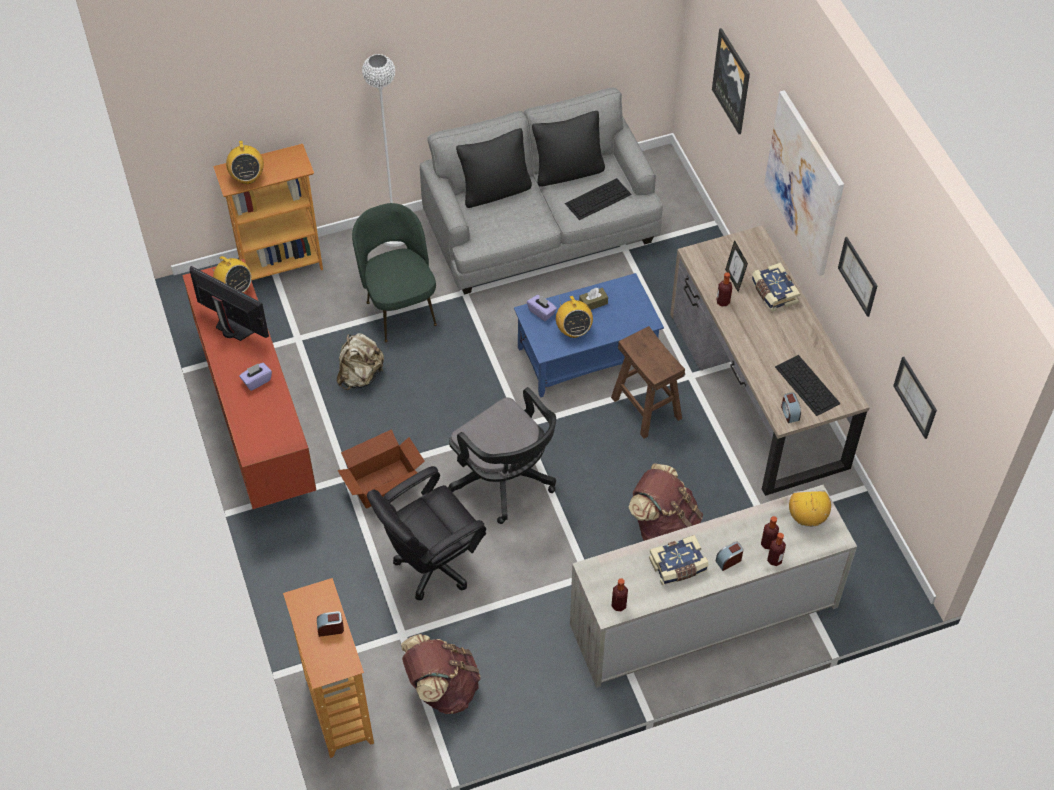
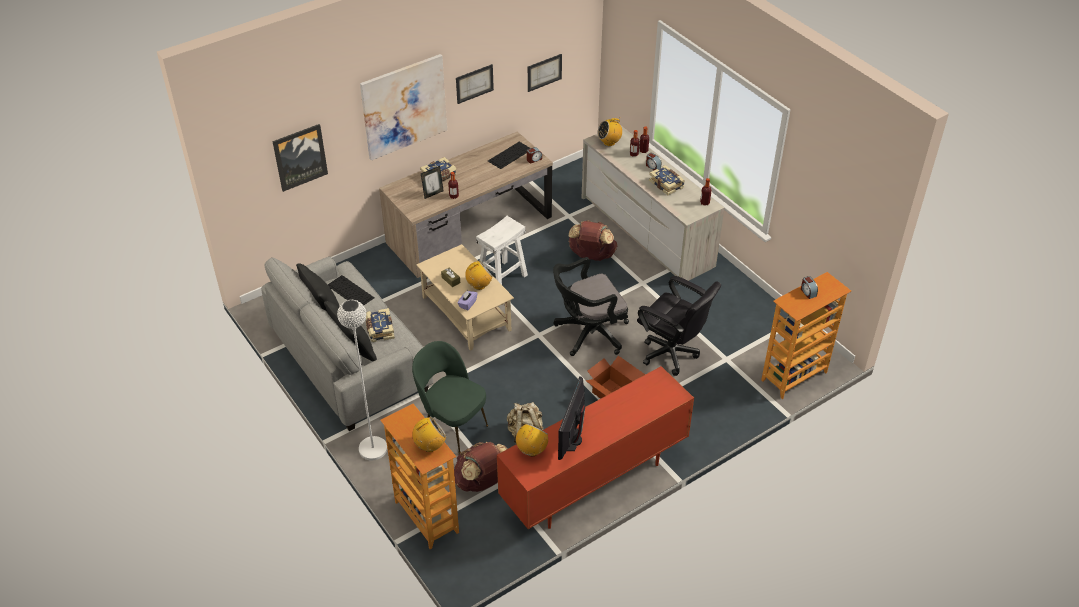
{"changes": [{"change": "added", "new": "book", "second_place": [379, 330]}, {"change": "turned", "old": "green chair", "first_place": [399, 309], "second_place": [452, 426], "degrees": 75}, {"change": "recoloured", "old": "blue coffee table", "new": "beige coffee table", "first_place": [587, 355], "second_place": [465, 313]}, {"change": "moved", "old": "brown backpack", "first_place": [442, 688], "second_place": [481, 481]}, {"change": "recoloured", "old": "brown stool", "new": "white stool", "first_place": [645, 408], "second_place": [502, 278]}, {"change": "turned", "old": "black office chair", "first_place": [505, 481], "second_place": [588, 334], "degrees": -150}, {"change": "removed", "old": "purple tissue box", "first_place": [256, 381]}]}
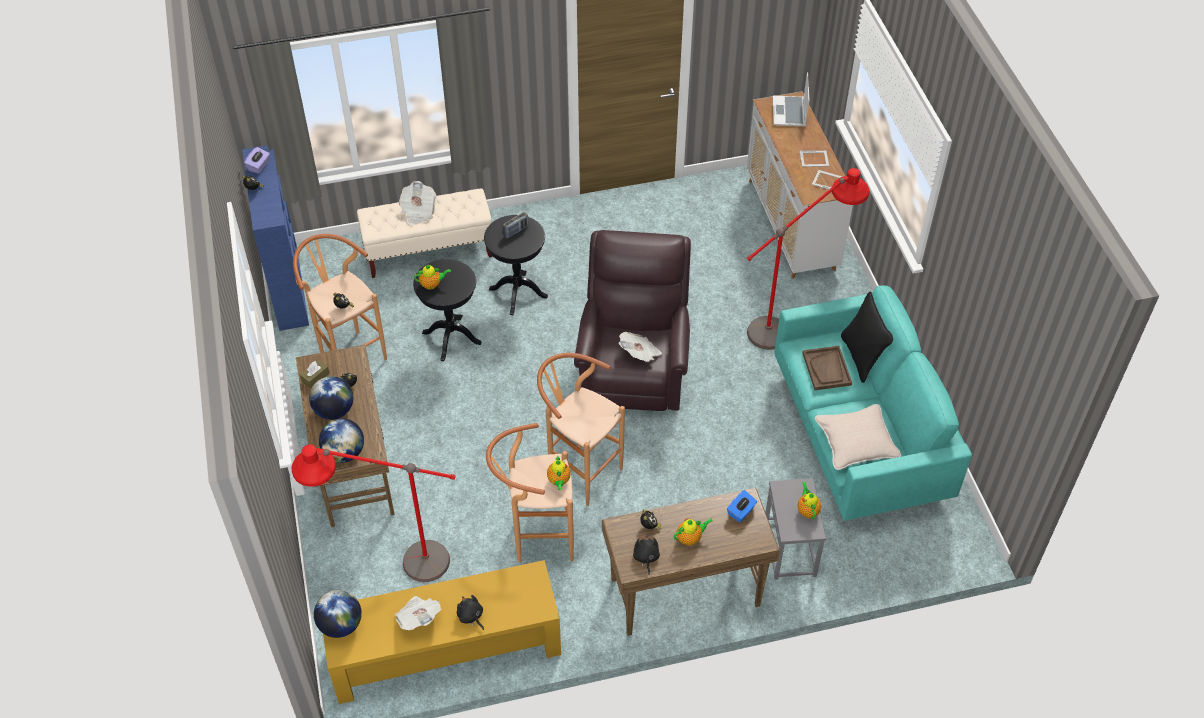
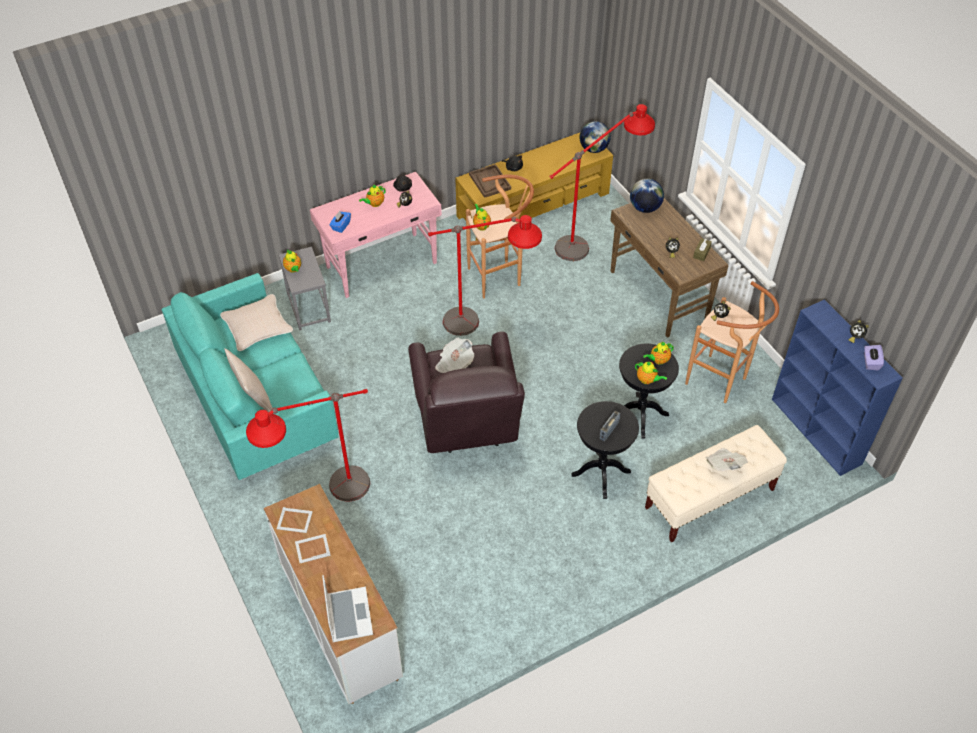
{"changes": [{"change": "recoloured", "old": "black pillow", "new": "beige pillow", "first_place": [861, 357], "second_place": [254, 400]}, {"change": "recoloured", "old": "brown console table", "new": "pink console table", "first_place": [684, 593], "second_place": [382, 265]}, {"change": "replaced", "old": "brown stool", "new": "red floor lamp", "first_place": [579, 470], "second_place": [485, 329]}, {"change": "moved", "old": "brown tray", "first_place": [826, 369], "second_place": [489, 182]}, {"change": "added", "new": "teapot", "second_place": [647, 380]}, {"change": "removed", "old": "globe", "first_place": [334, 411]}, {"change": "removed", "old": "newspaper", "first_place": [419, 618]}]}
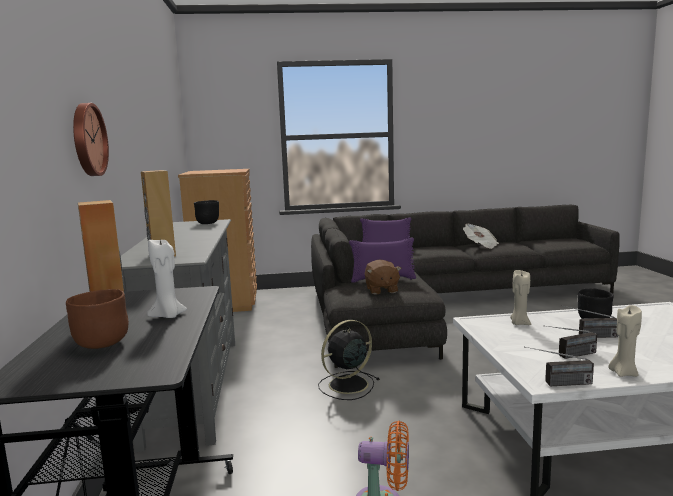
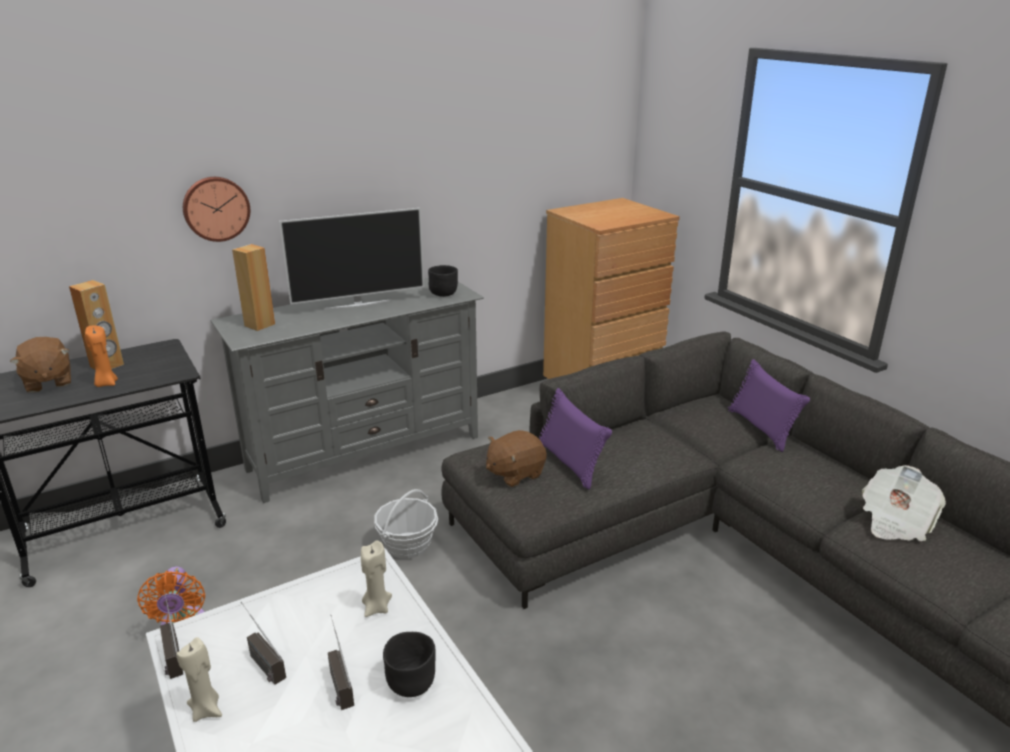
{"changes": [{"change": "replaced", "old": "brown bowl", "new": "brown plush toy", "first_place": [101, 343], "second_place": [48, 382]}, {"change": "recoloured", "old": "white candle", "new": "orange candle", "first_place": [168, 316], "second_place": [106, 383]}, {"change": "added", "new": "television", "second_place": [358, 304]}, {"change": "replaced", "old": "black fan", "new": "basket", "first_place": [347, 385], "second_place": [407, 545]}]}
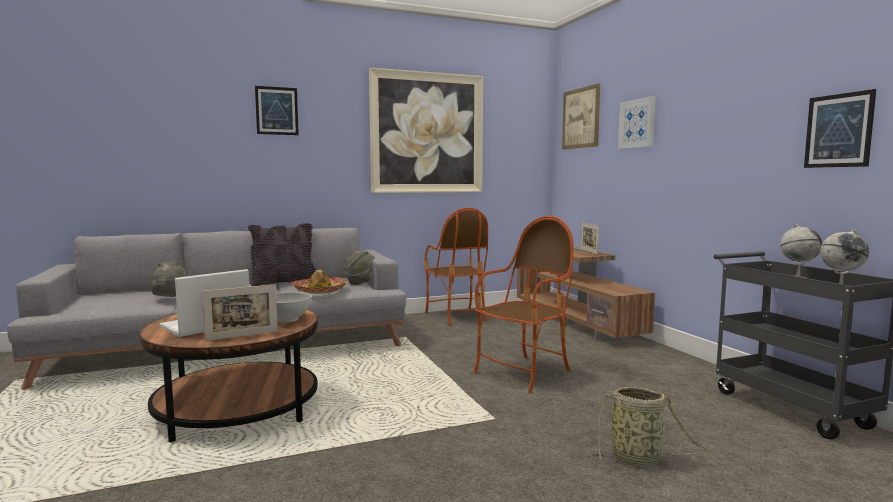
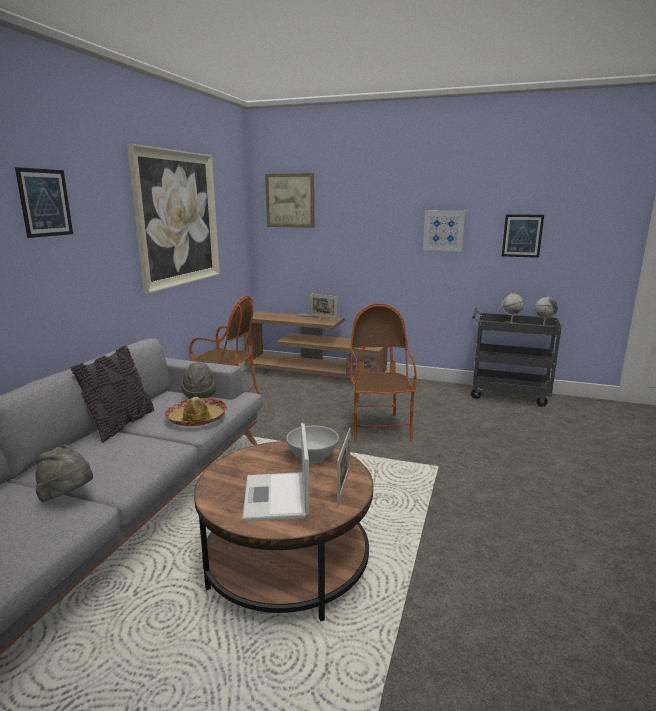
{"changes": [{"change": "moved", "old": "picture", "first_place": [637, 123], "second_place": [443, 230]}, {"change": "removed", "old": "basket", "first_place": [639, 459]}]}
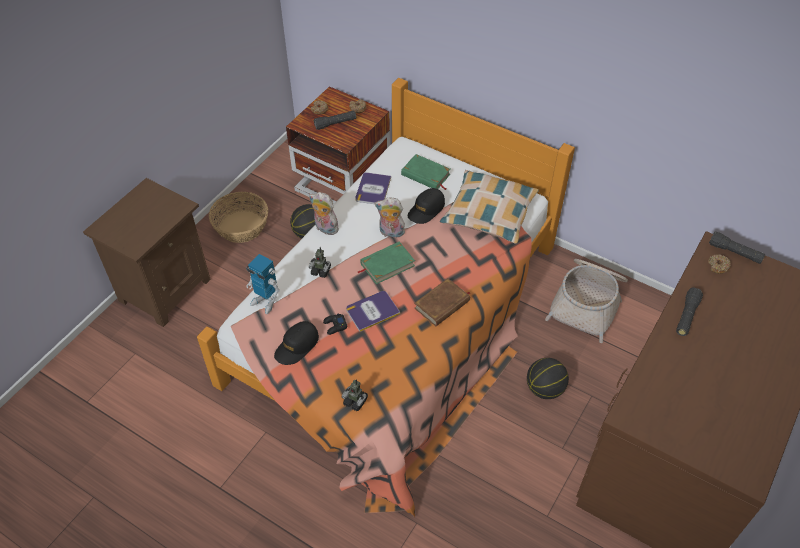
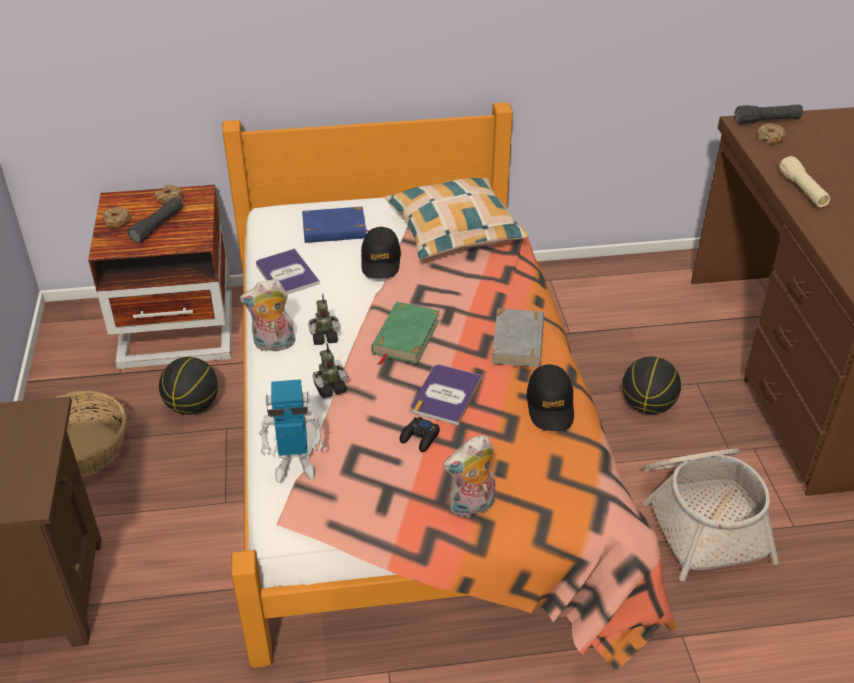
{"changes": [{"change": "recoloured", "old": "green book", "new": "blue book", "first_place": [425, 175], "second_place": [334, 229]}, {"change": "moved", "old": "toy robot", "first_place": [355, 401], "second_place": [324, 337]}, {"change": "moved", "old": "plush toy", "first_place": [390, 233], "second_place": [471, 507]}, {"change": "recoloured", "old": "brown book", "new": "grey book", "first_place": [442, 304], "second_place": [518, 341]}, {"change": "moved", "old": "black cap", "first_place": [297, 346], "second_place": [550, 405]}, {"change": "moved", "old": "basket", "first_place": [587, 303], "second_place": [701, 518]}, {"change": "recoloured", "old": "black flashlight", "new": "beige flashlight", "first_place": [686, 316], "second_place": [802, 190]}]}
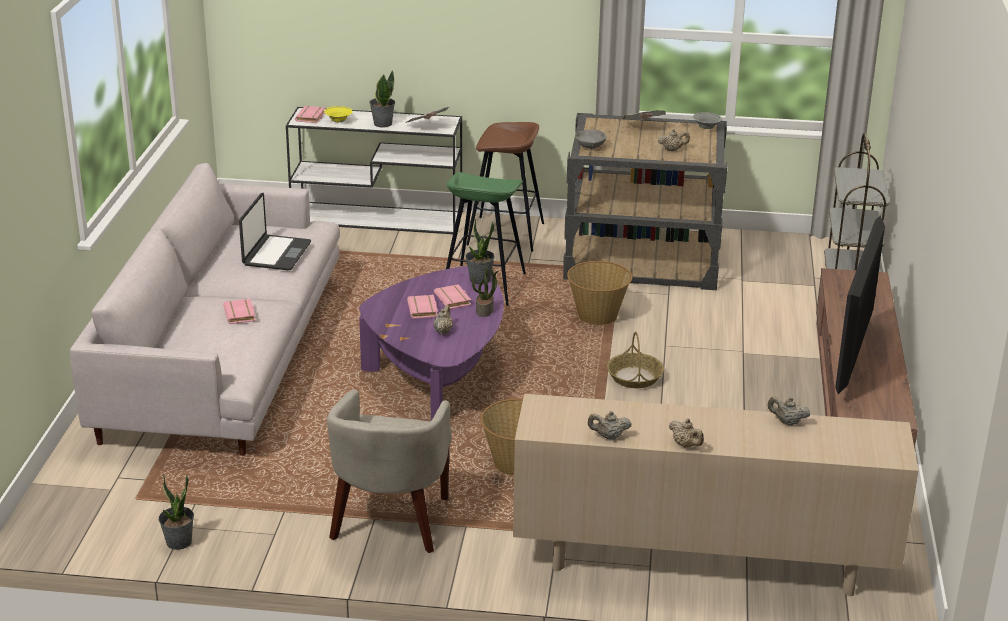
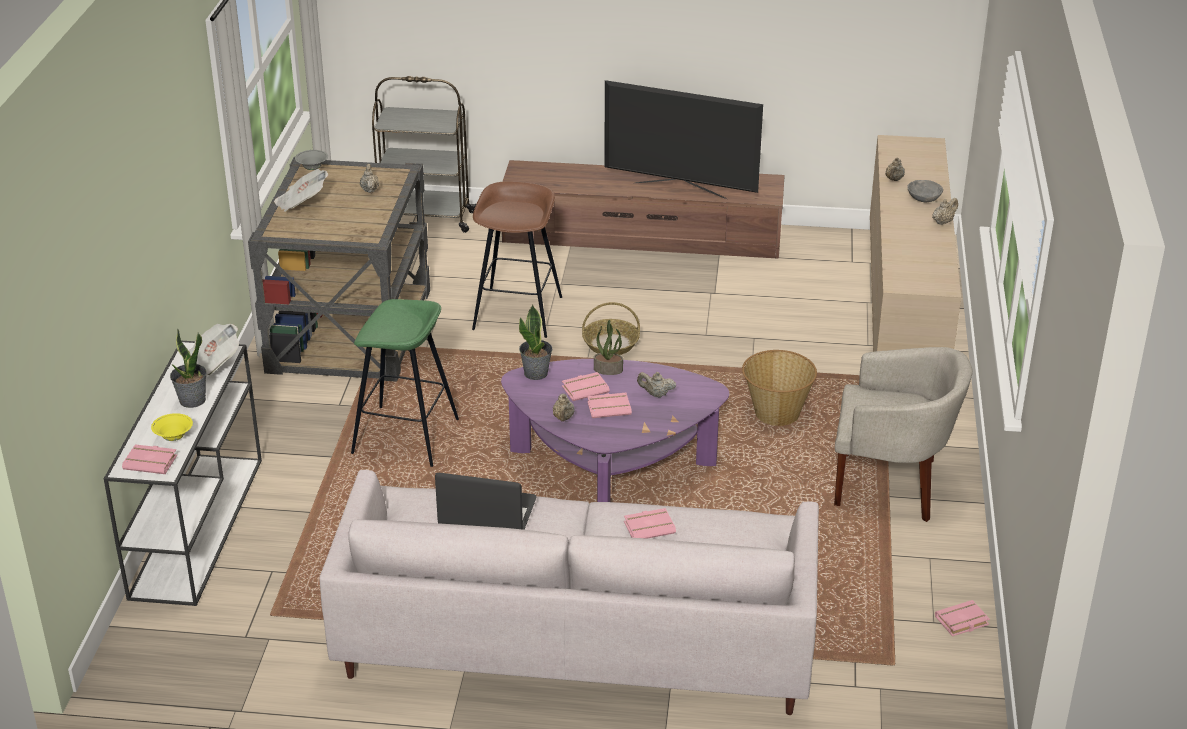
{"changes": [{"change": "moved", "old": "brown stool", "first_place": [506, 234], "second_place": [518, 313]}, {"change": "moved", "old": "beige teapot", "first_place": [609, 436], "second_place": [563, 418]}, {"change": "moved", "old": "grey bowl", "first_place": [590, 146], "second_place": [923, 199]}, {"change": "replaced", "old": "potted plant", "new": "pink book", "first_place": [179, 542], "second_place": [961, 622]}, {"change": "removed", "old": "basket", "first_place": [597, 316]}]}
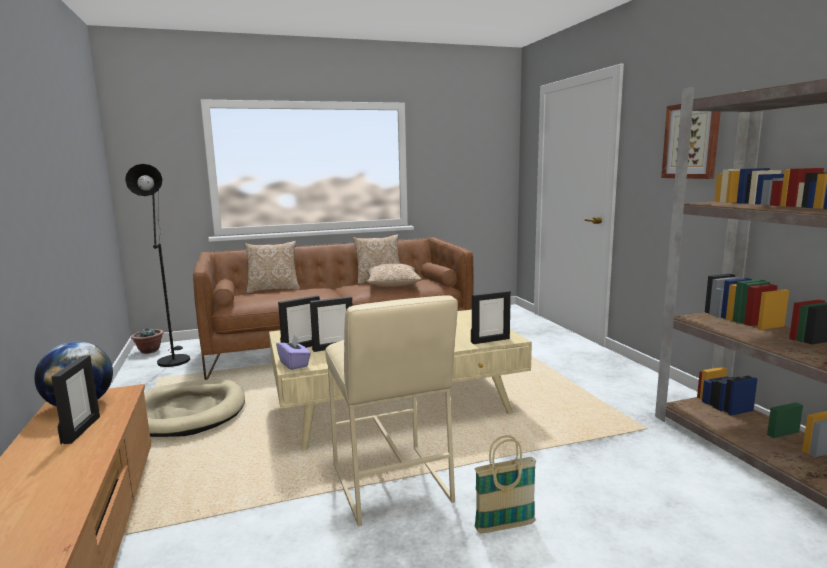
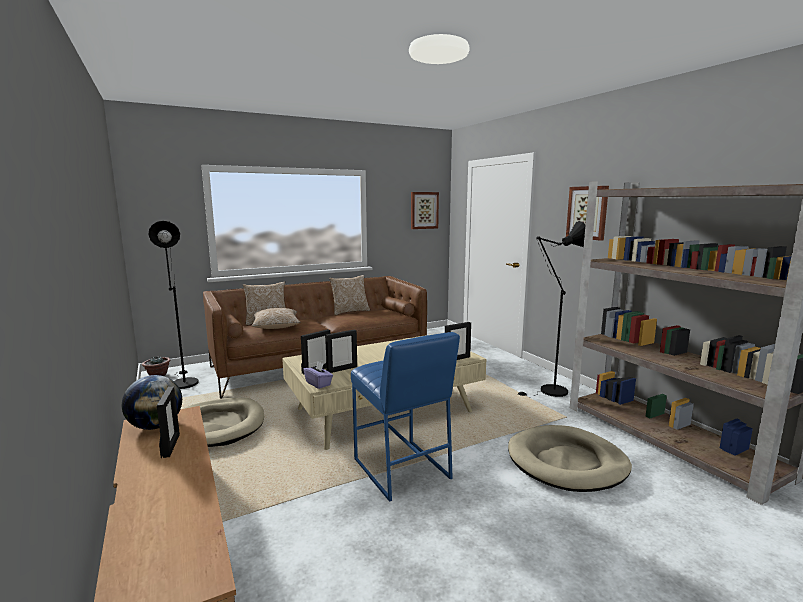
{"changes": [{"change": "moved", "old": "pillow", "first_place": [392, 285], "second_place": [276, 327]}, {"change": "recoloured", "old": "beige stool", "new": "blue stool", "first_place": [391, 484], "second_place": [402, 470]}, {"change": "added", "new": "picture", "second_place": [424, 210]}, {"change": "added", "new": "beige dog bed", "second_place": [567, 462]}, {"change": "added", "new": "black floor lamp", "second_place": [549, 392]}, {"change": "removed", "old": "basket", "first_place": [504, 526]}]}
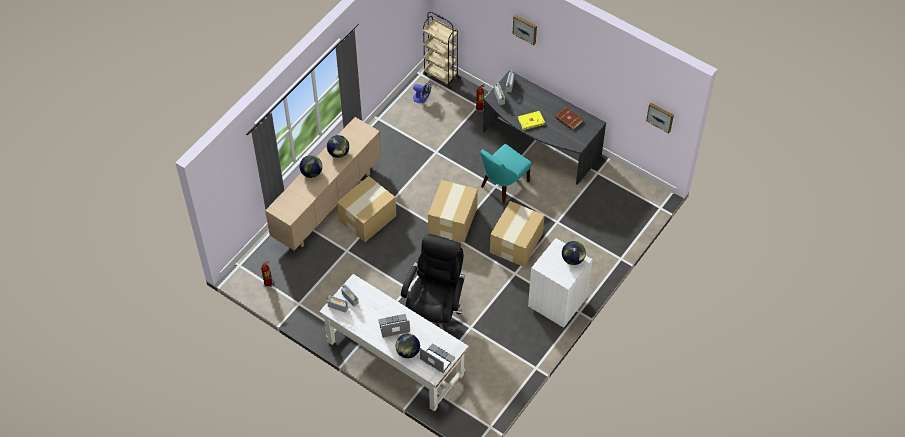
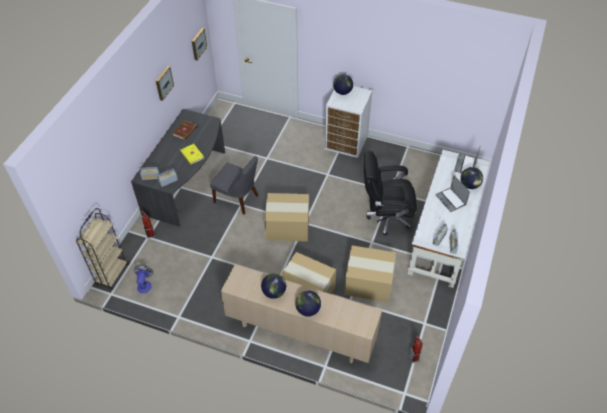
{"changes": [{"change": "moved", "old": "picture", "first_place": [525, 29], "second_place": [163, 83]}, {"change": "recoloured", "old": "turquoise chair", "new": "grey chair", "first_place": [503, 185], "second_place": [238, 199]}, {"change": "moved", "old": "cardboard box", "first_place": [517, 242], "second_place": [368, 282]}]}
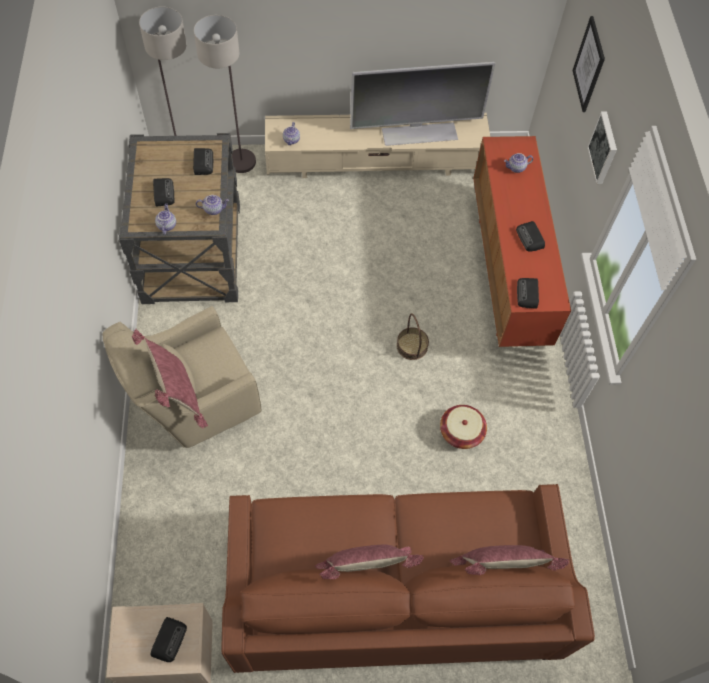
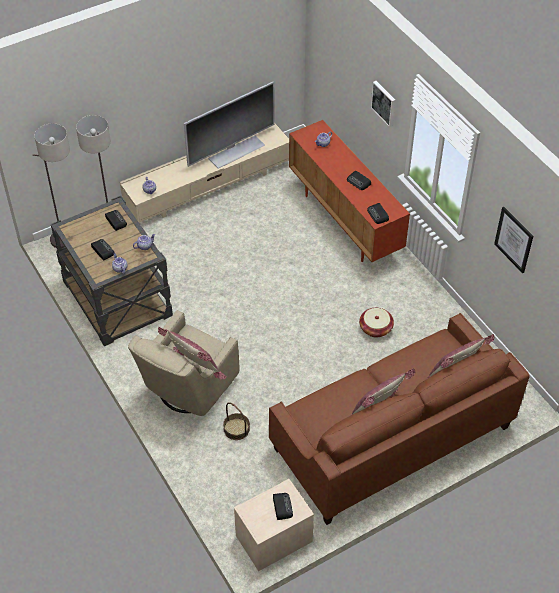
{"changes": [{"change": "moved", "old": "basket", "first_place": [412, 346], "second_place": [236, 429]}, {"change": "moved", "old": "picture", "first_place": [589, 64], "second_place": [514, 239]}]}
